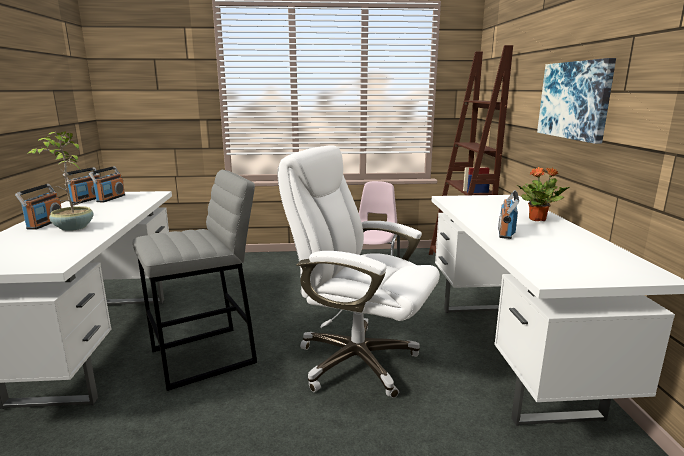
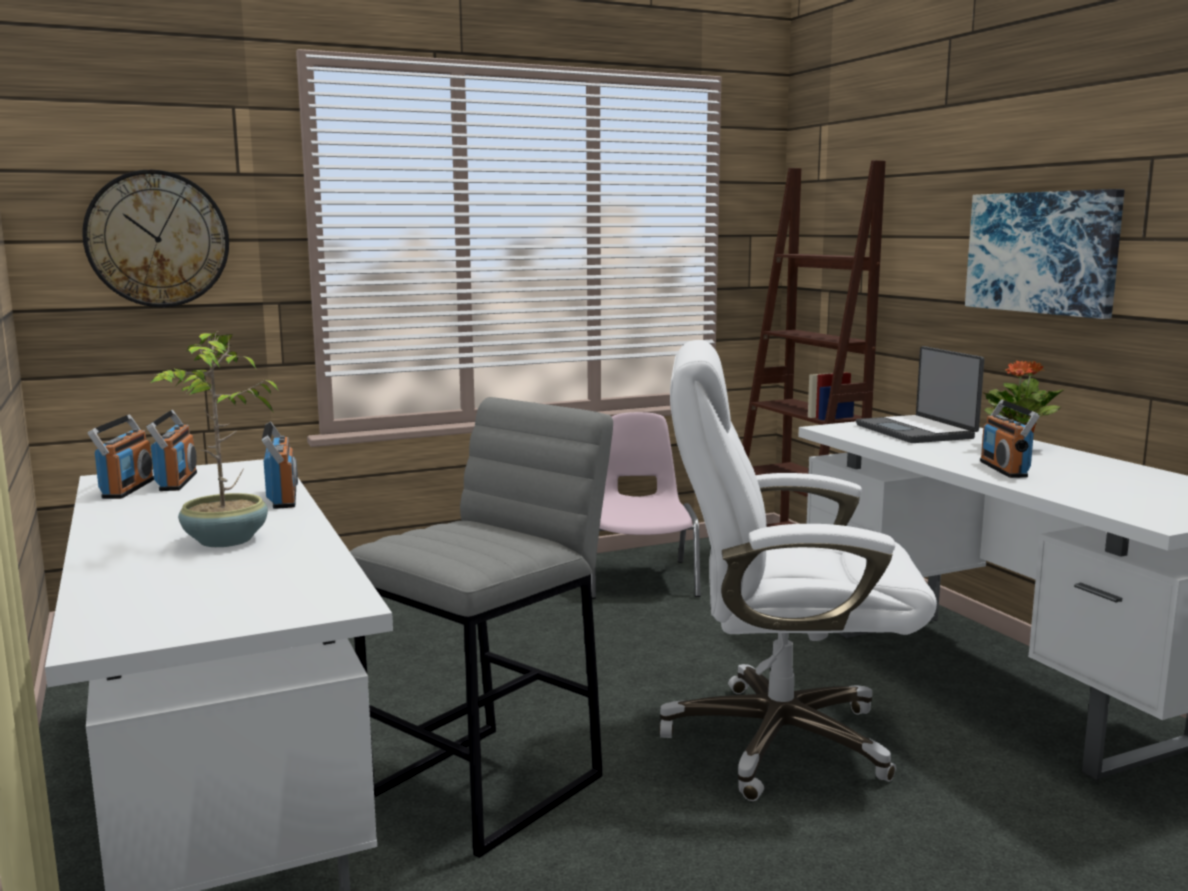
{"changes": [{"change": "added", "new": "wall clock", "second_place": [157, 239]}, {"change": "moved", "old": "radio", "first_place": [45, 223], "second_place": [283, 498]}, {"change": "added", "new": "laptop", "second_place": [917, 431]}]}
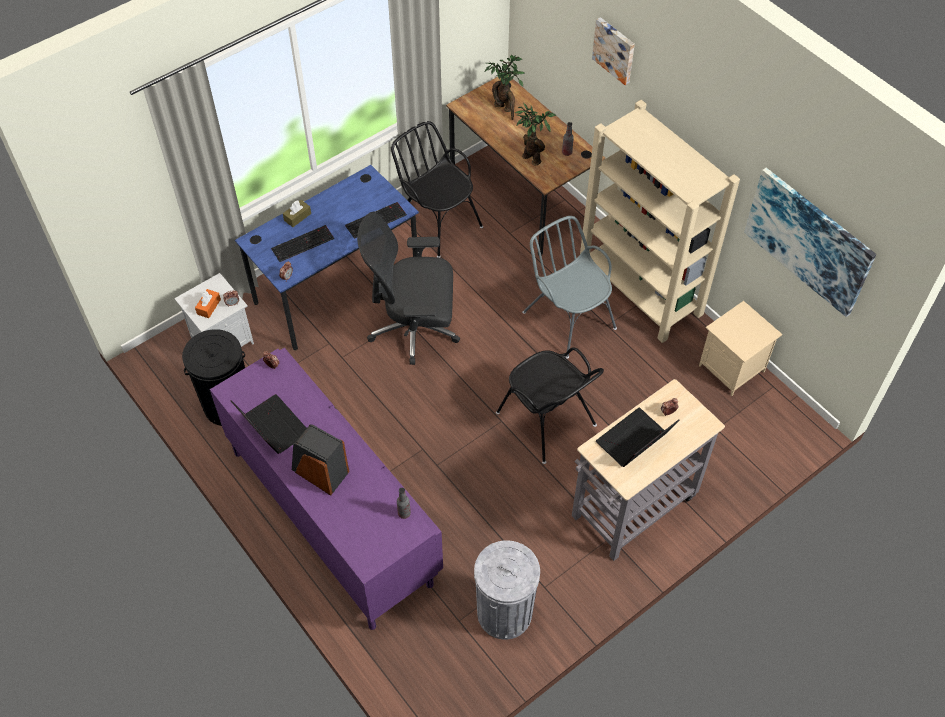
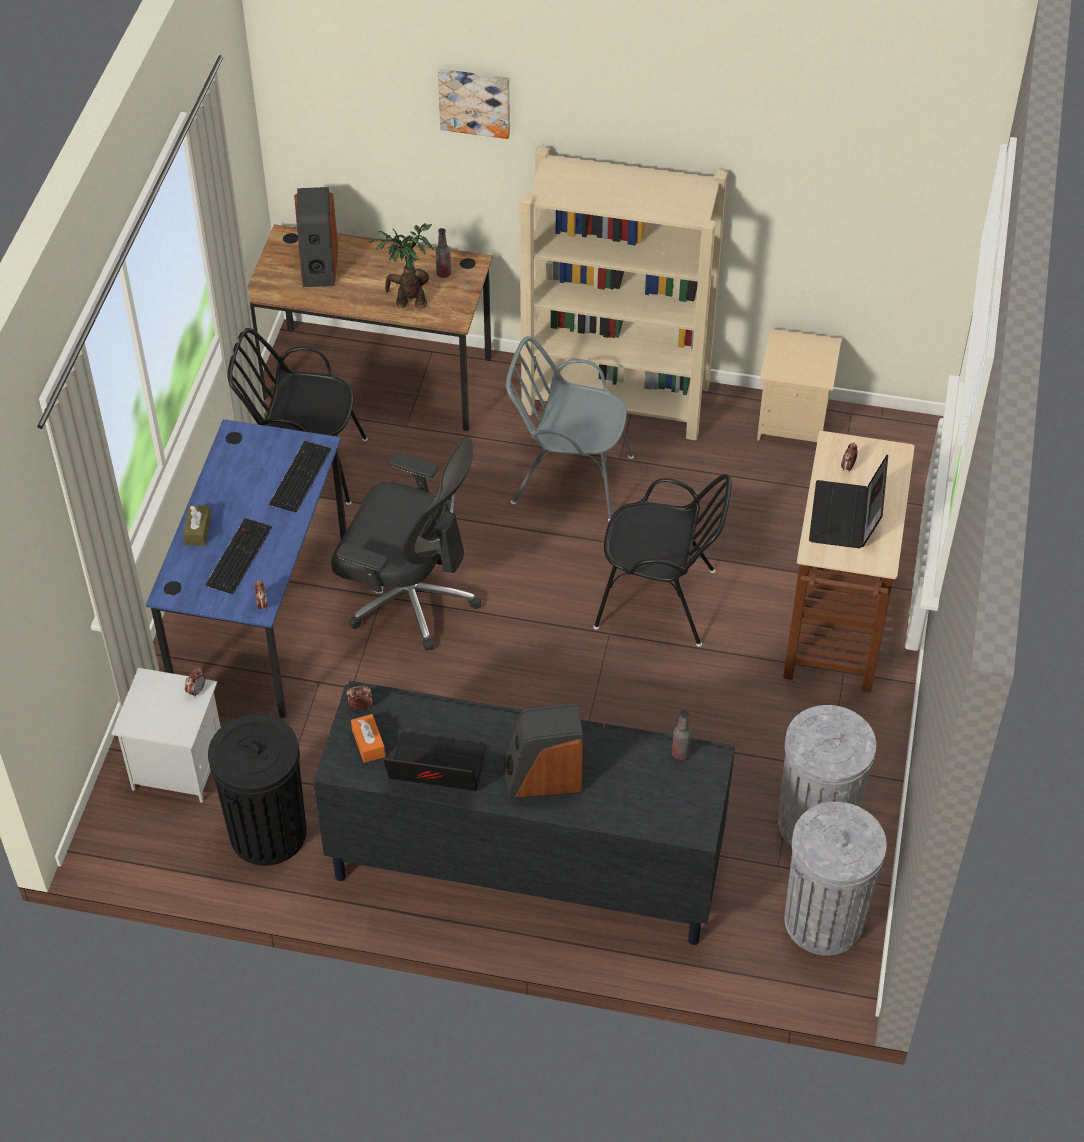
{"changes": [{"change": "replaced", "old": "potted plant", "new": "speaker", "first_place": [505, 108], "second_place": [319, 265]}, {"change": "recoloured", "old": "purple cabinet", "new": "black cabinet", "first_place": [333, 514], "second_place": [526, 860]}, {"change": "turned", "old": "office chair", "first_place": [415, 330], "second_place": [408, 601], "degrees": -120}, {"change": "moved", "old": "orange tissue box", "first_place": [209, 307], "second_place": [368, 743]}, {"change": "recoloured", "old": "grey cart", "new": "brown cart", "first_place": [632, 508], "second_place": [835, 628]}, {"change": "added", "new": "grey trash can", "second_place": [823, 920]}, {"change": "removed", "old": "picture", "first_place": [808, 241]}]}
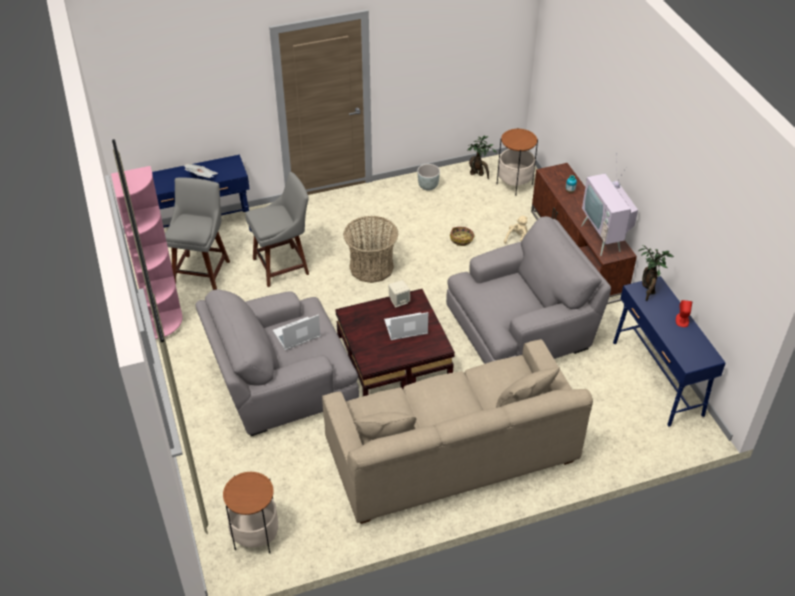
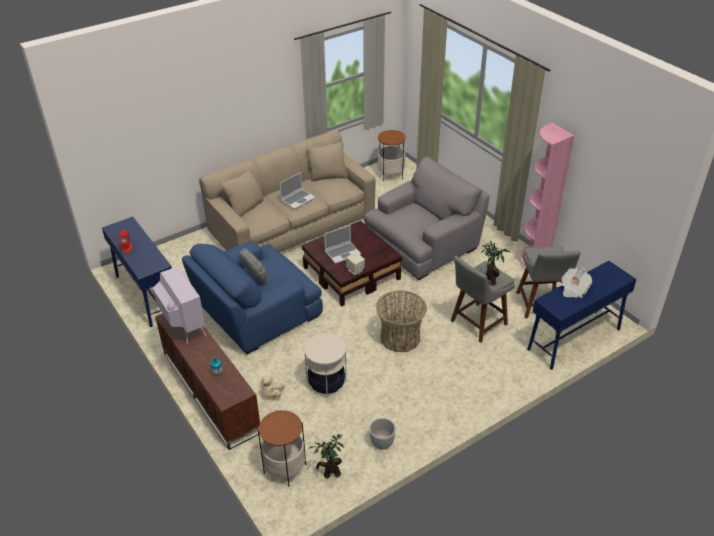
{"changes": [{"change": "recoloured", "old": "grey armchair", "new": "blue armchair", "first_place": [522, 326], "second_place": [256, 312]}, {"change": "added", "new": "grey pillow", "second_place": [254, 278]}, {"change": "moved", "old": "laptop", "first_place": [296, 335], "second_place": [298, 199]}, {"change": "replaced", "old": "basket", "new": "beige side table", "first_place": [462, 239], "second_place": [326, 383]}, {"change": "moved", "old": "potted plant", "first_place": [648, 291], "second_place": [490, 280]}]}
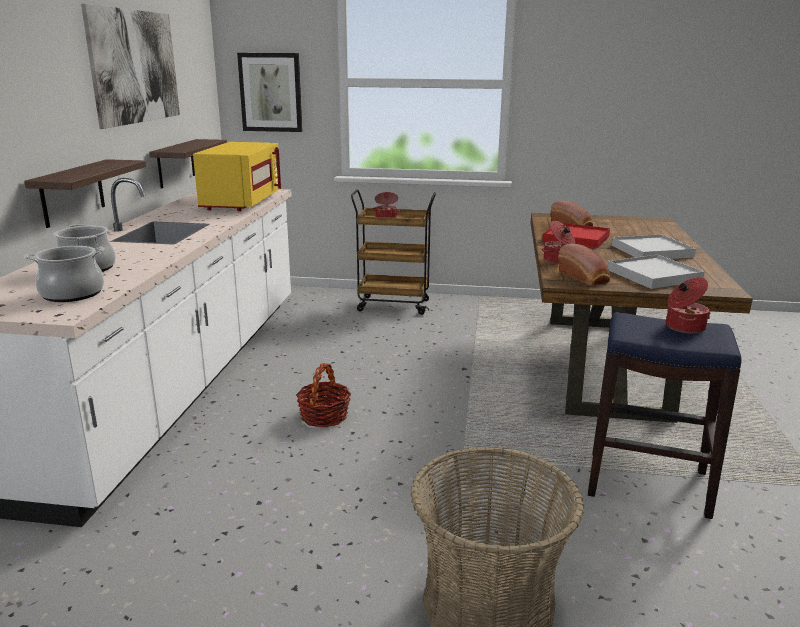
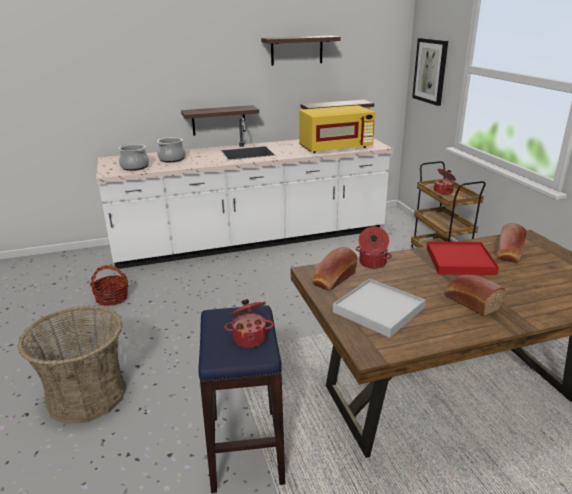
{"changes": [{"change": "moved", "old": "basket", "first_place": [324, 416], "second_place": [112, 298]}, {"change": "replaced", "old": "picture", "new": "shelf", "first_place": [135, 66], "second_place": [296, 50]}, {"change": "replaced", "old": "white tray", "new": "bread", "first_place": [651, 251], "second_place": [470, 302]}]}
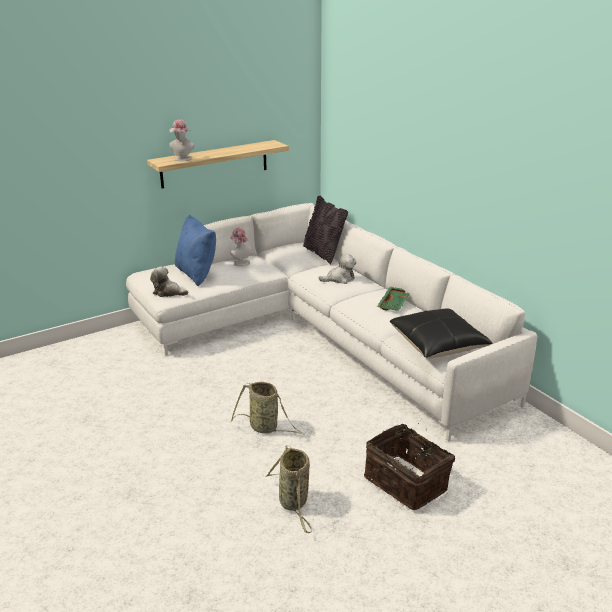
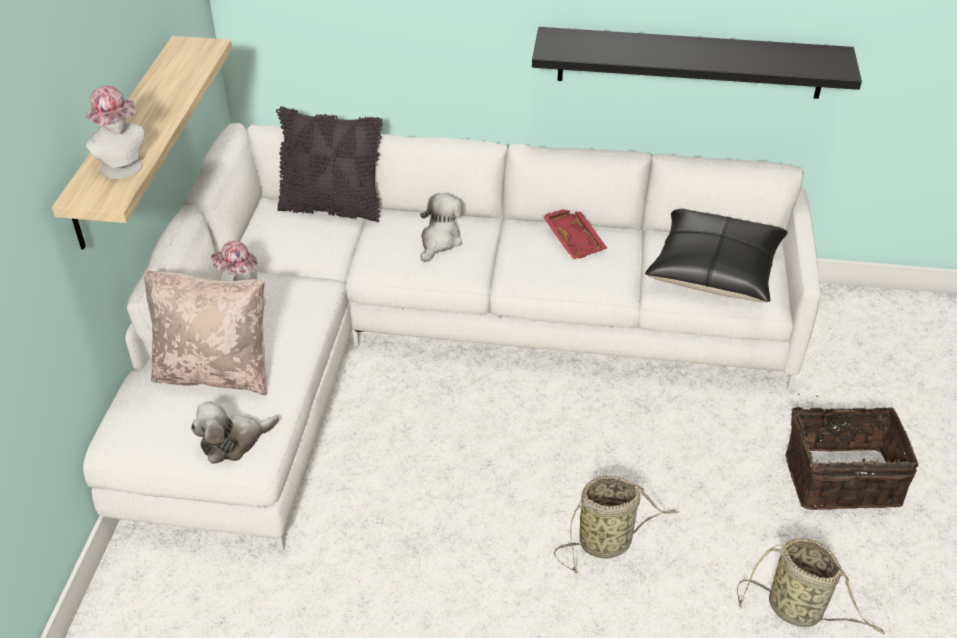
{"changes": [{"change": "recoloured", "old": "blue pillow", "new": "beige pillow", "first_place": [197, 274], "second_place": [216, 373]}, {"change": "added", "new": "black shelf", "second_place": [690, 63]}, {"change": "recoloured", "old": "green tray", "new": "red tray", "first_place": [394, 304], "second_place": [575, 239]}]}
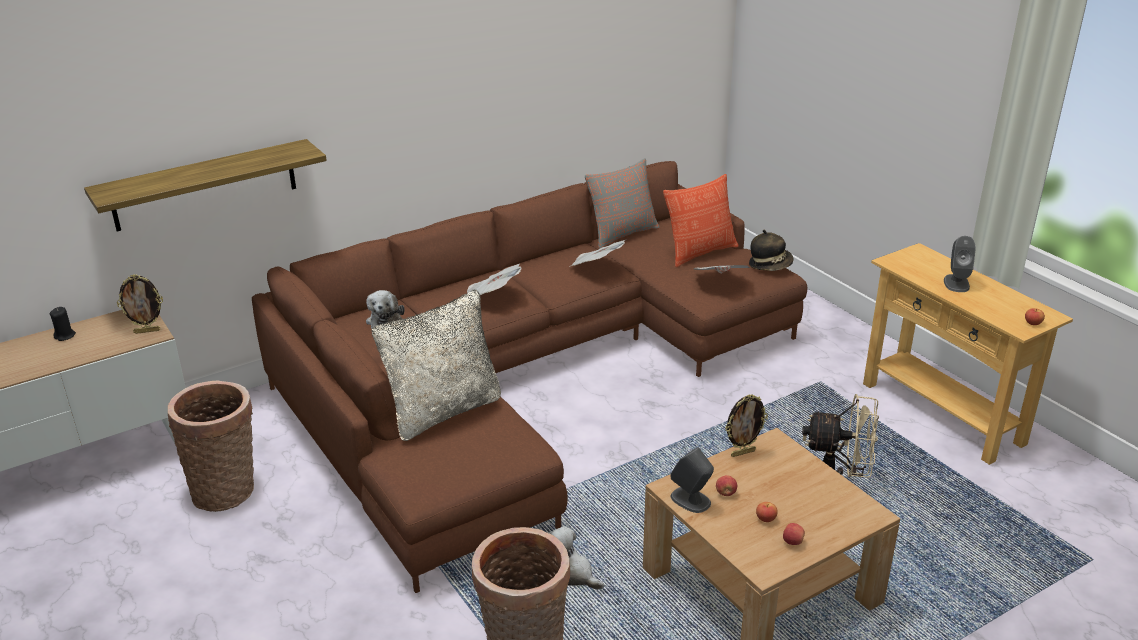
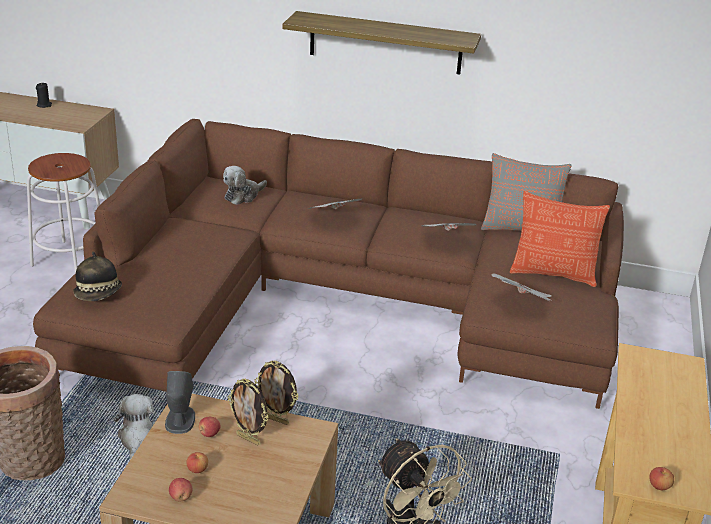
{"changes": [{"change": "replaced", "old": "basket", "new": "white stool", "first_place": [227, 490], "second_place": [70, 259]}, {"change": "moved", "old": "hat", "first_place": [770, 265], "second_place": [99, 294]}, {"change": "moved", "old": "picture frame", "first_place": [147, 331], "second_place": [249, 439]}, {"change": "moved", "old": "shelf", "first_place": [205, 185], "second_place": [385, 43]}, {"change": "removed", "old": "beige pillow", "first_place": [445, 413]}, {"change": "removed", "old": "grey speaker", "first_place": [956, 283]}]}
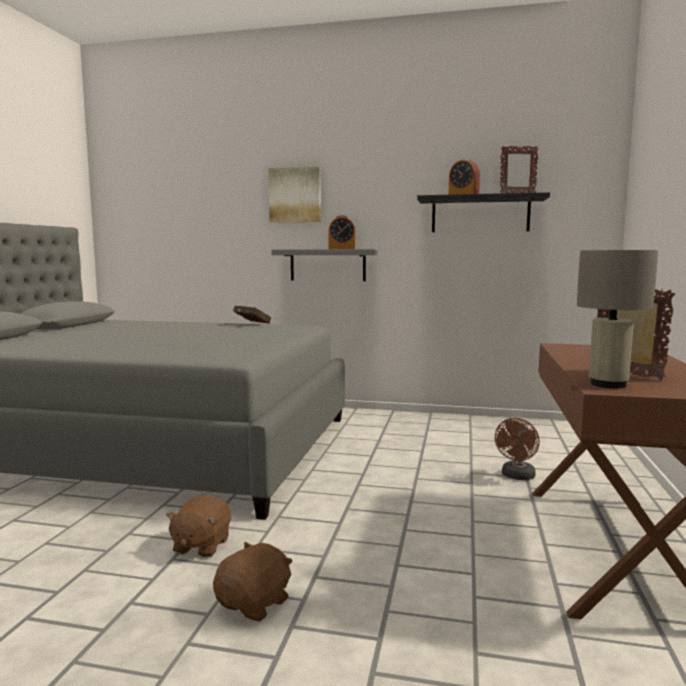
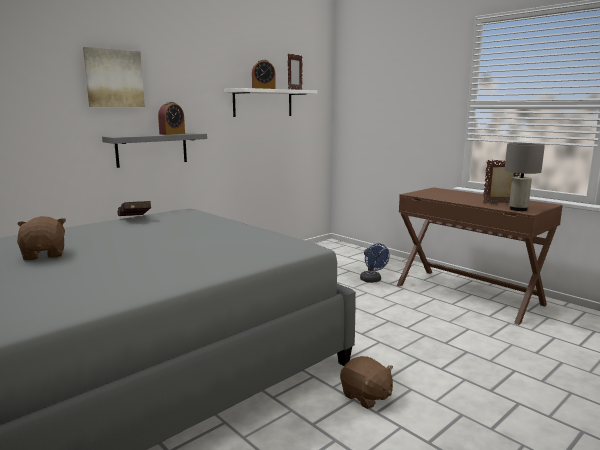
{"changes": [{"change": "moved", "old": "brown plush toy", "first_place": [255, 604], "second_place": [45, 255]}, {"change": "recoloured", "old": "black shelf", "new": "white shelf", "first_place": [480, 214], "second_place": [263, 103]}, {"change": "recoloured", "old": "brown fan", "new": "blue fan", "first_place": [517, 476], "second_place": [372, 280]}]}
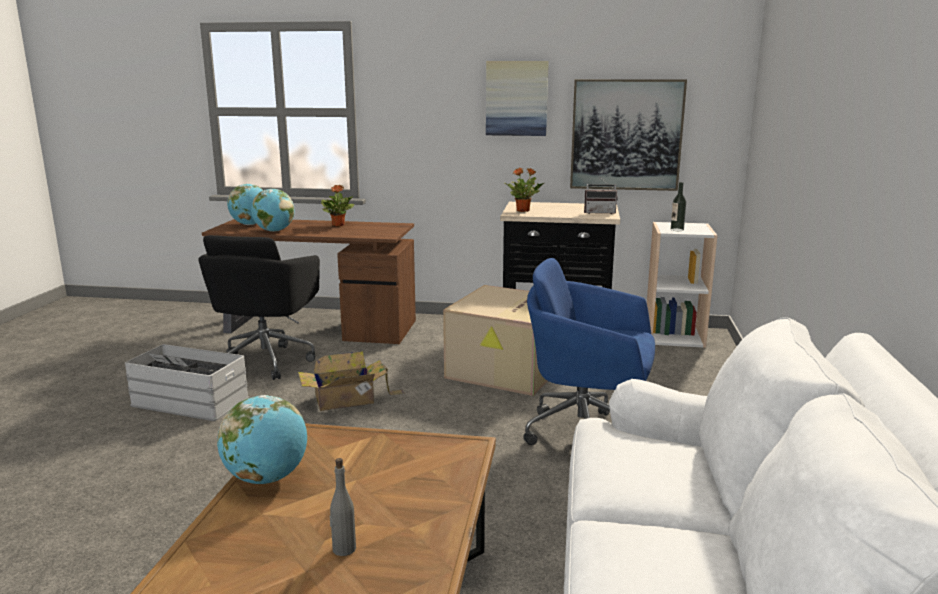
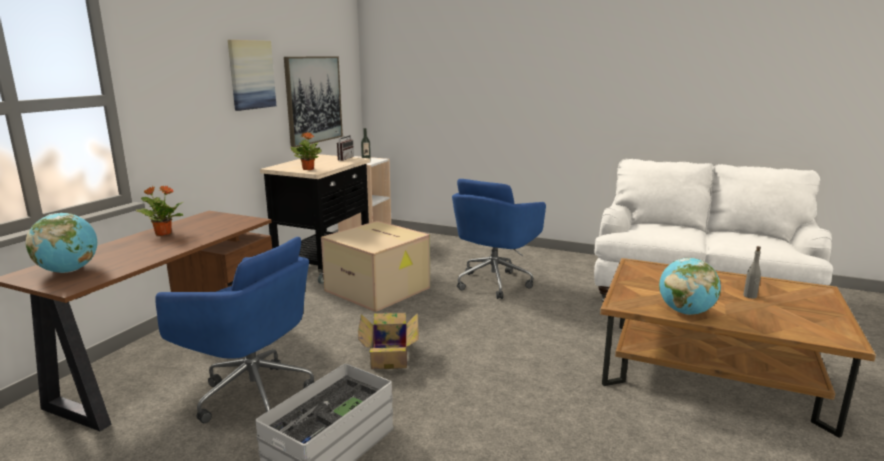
{"changes": [{"change": "recoloured", "old": "black office chair", "new": "blue office chair", "first_place": [267, 361], "second_place": [250, 395]}, {"change": "removed", "old": "globe", "first_place": [274, 231]}]}
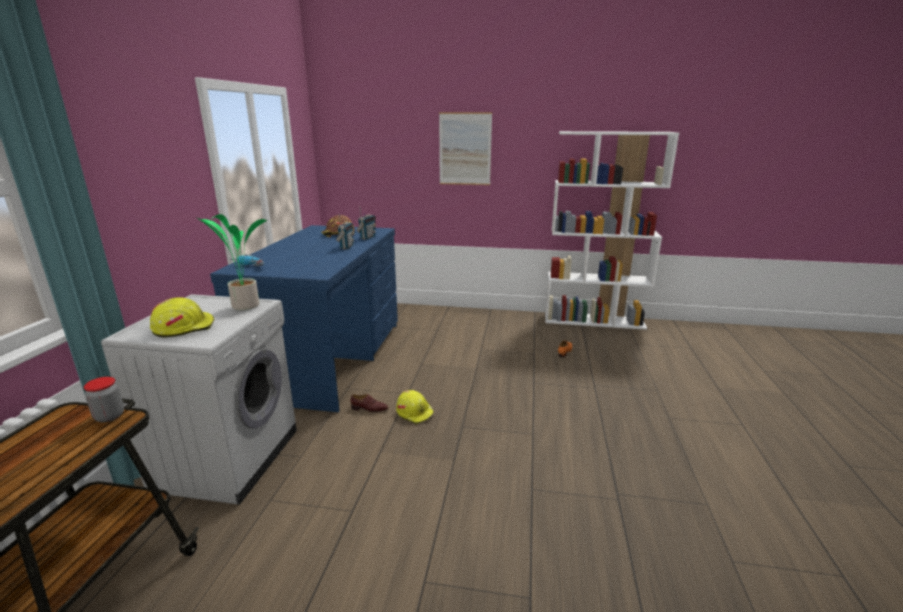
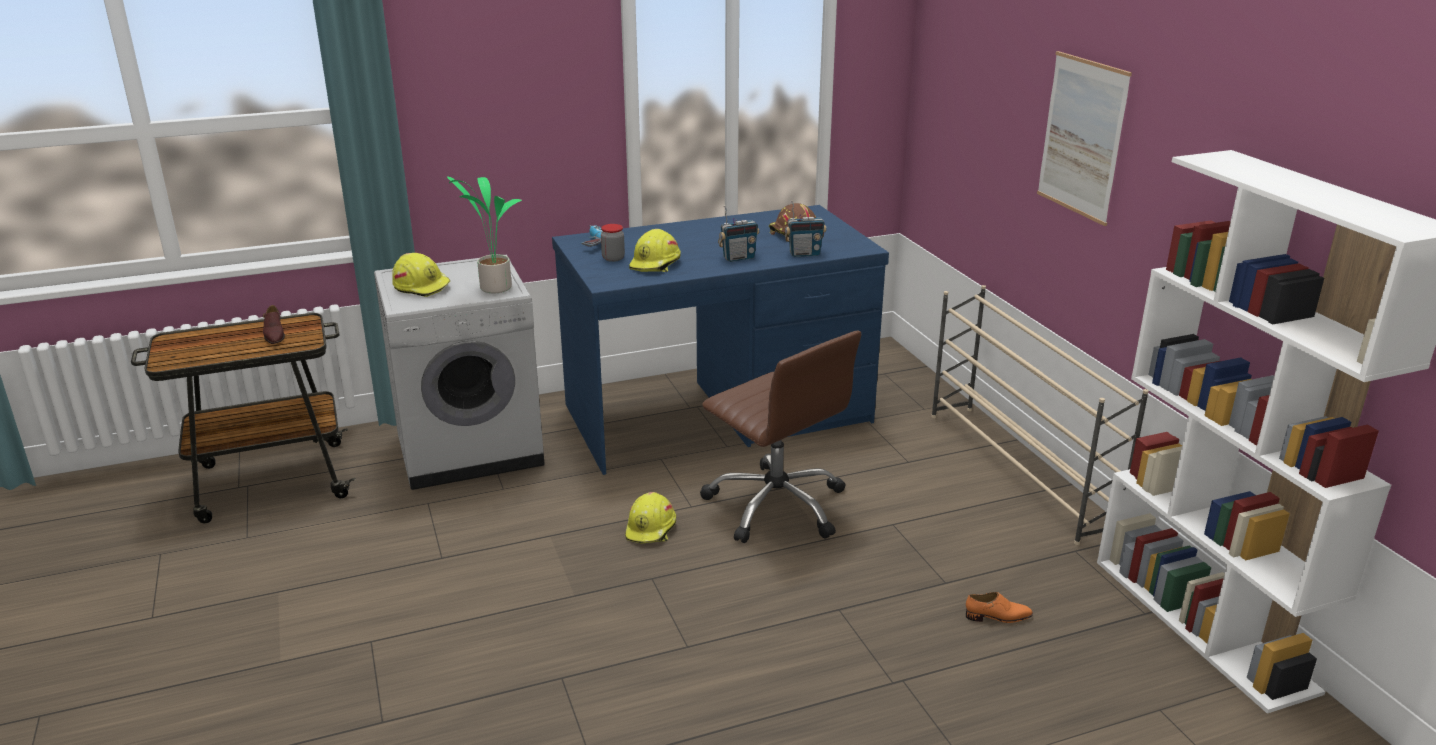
{"changes": [{"change": "moved", "old": "brown shoe", "first_place": [369, 409], "second_place": [274, 335]}, {"change": "moved", "old": "jar", "first_place": [109, 416], "second_place": [613, 258]}, {"change": "added", "new": "yellow hard hat", "second_place": [656, 264]}, {"change": "added", "new": "brown office chair", "second_place": [777, 505]}, {"change": "added", "new": "beige shoe rack", "second_place": [1017, 470]}]}
